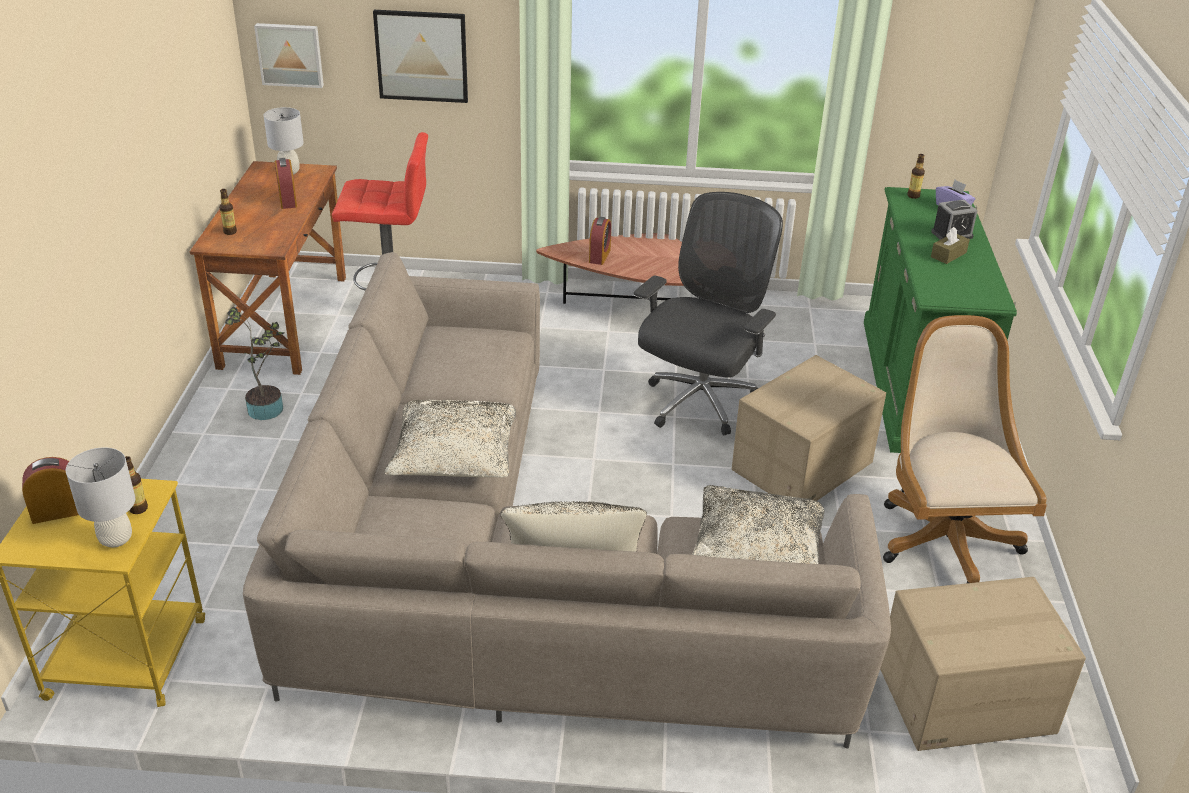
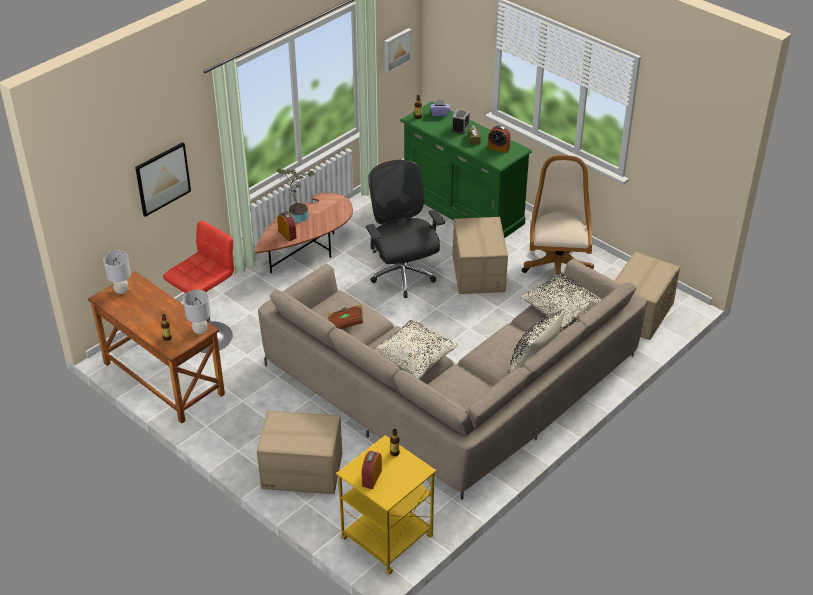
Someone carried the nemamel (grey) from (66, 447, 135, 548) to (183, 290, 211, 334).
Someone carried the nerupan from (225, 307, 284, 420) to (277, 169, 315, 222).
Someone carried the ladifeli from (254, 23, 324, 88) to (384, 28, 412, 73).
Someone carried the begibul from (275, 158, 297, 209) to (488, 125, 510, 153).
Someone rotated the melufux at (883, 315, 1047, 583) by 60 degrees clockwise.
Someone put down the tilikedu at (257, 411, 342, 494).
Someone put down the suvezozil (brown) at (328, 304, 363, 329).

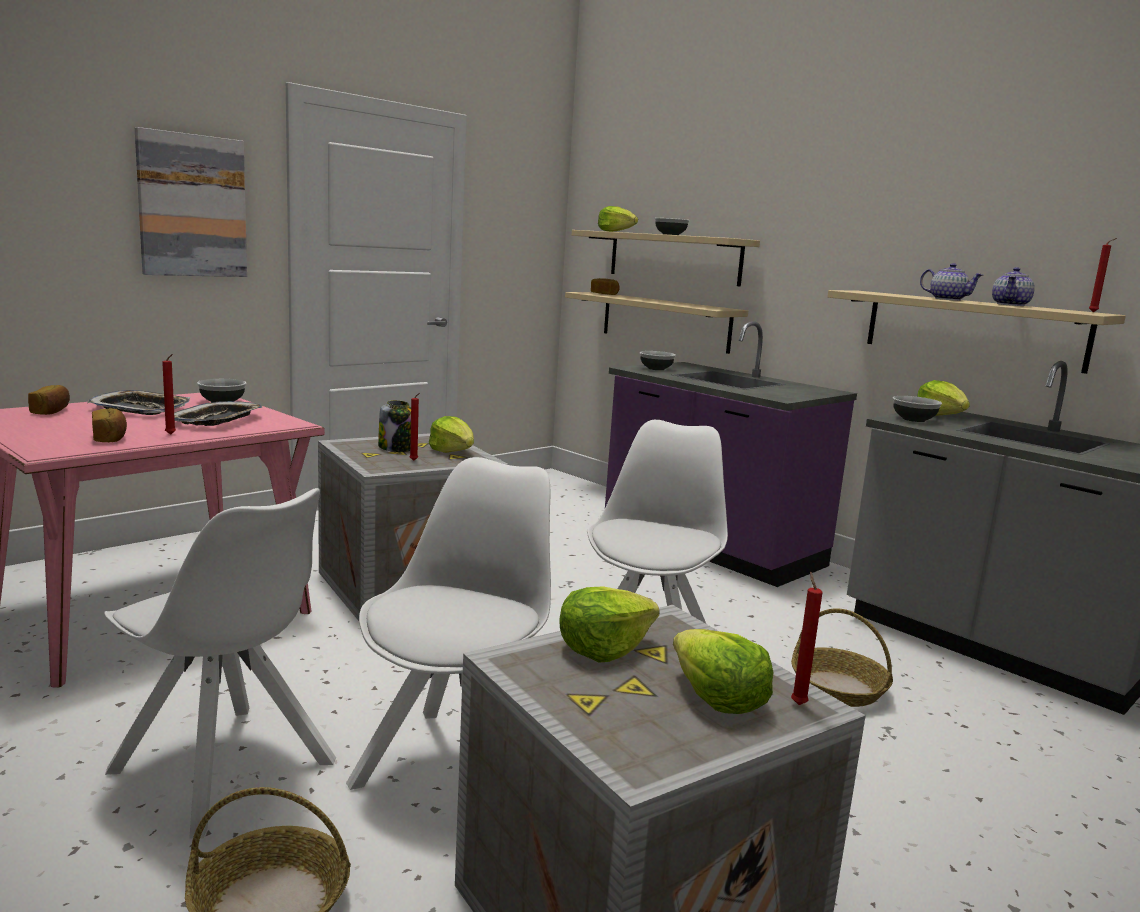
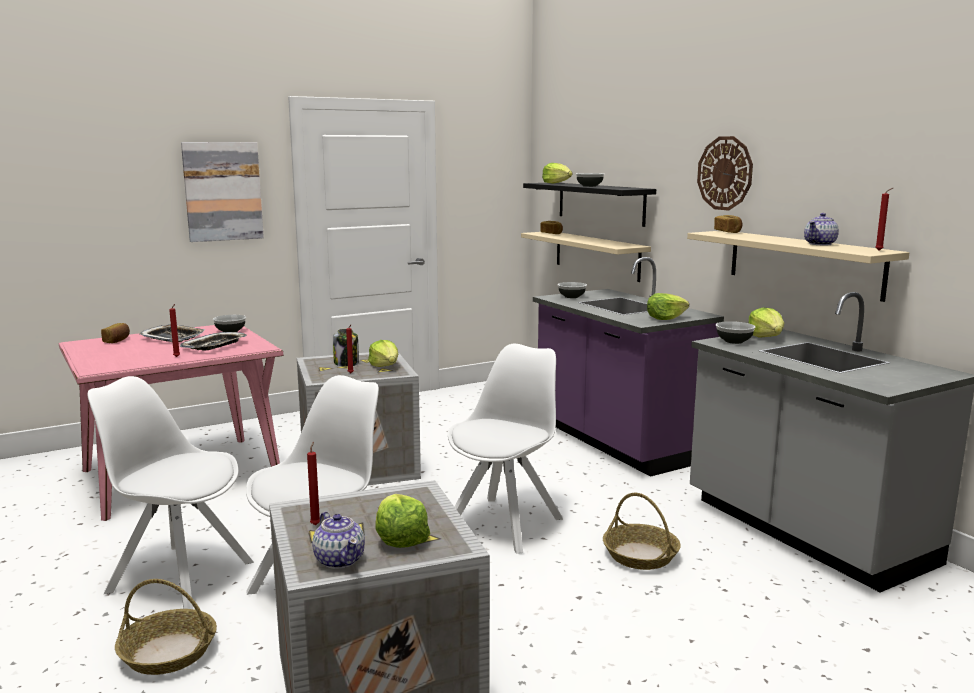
Someone carried the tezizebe from (92, 408, 127, 442) to (714, 215, 742, 233).
Someone rotated the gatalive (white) at (104, 488, 336, 839) by 150 degrees clockwise.
Someone carried the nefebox from (559, 586, 660, 663) to (647, 293, 689, 320).
Someone repainted the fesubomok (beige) at (572, 230, 760, 286), which became the fesubomok (black) at (523, 183, 656, 227).
Someone carried the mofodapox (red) from (791, 571, 823, 705) to (307, 442, 320, 525).
Someone carried the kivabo from (920, 263, 983, 301) to (312, 512, 365, 569).
Someone put up the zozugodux at (697, 136, 753, 211).

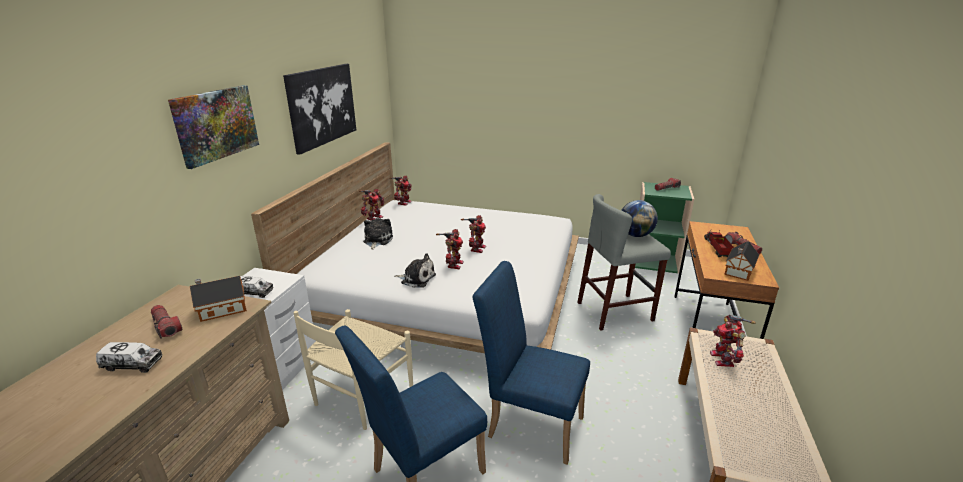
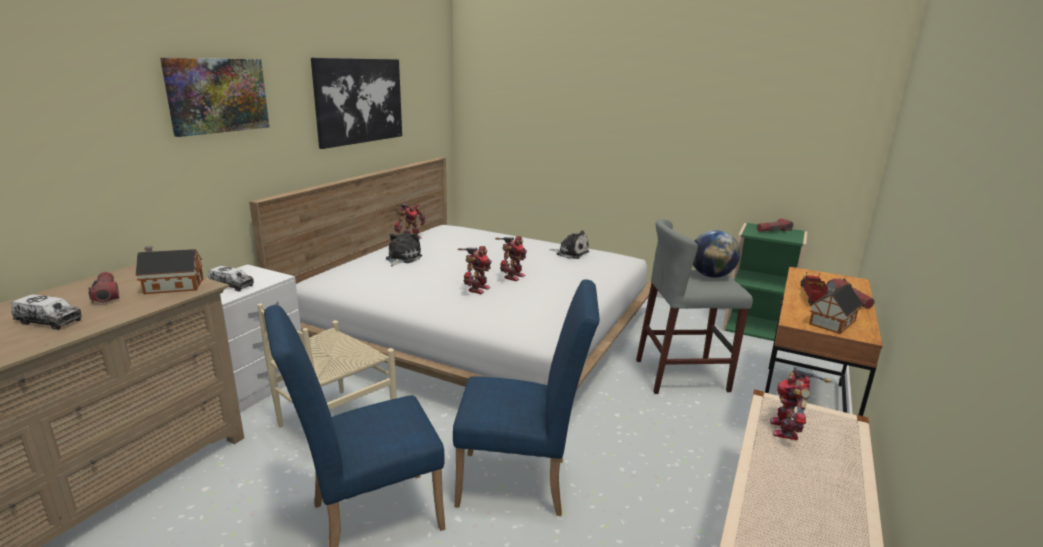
Someone took away the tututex at (390, 176, 412, 206).
Someone carried the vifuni from (394, 253, 436, 288) to (550, 230, 590, 259).
Someone rotated the gatalive (blue) at (472, 261, 590, 465) by 150 degrees clockwise.

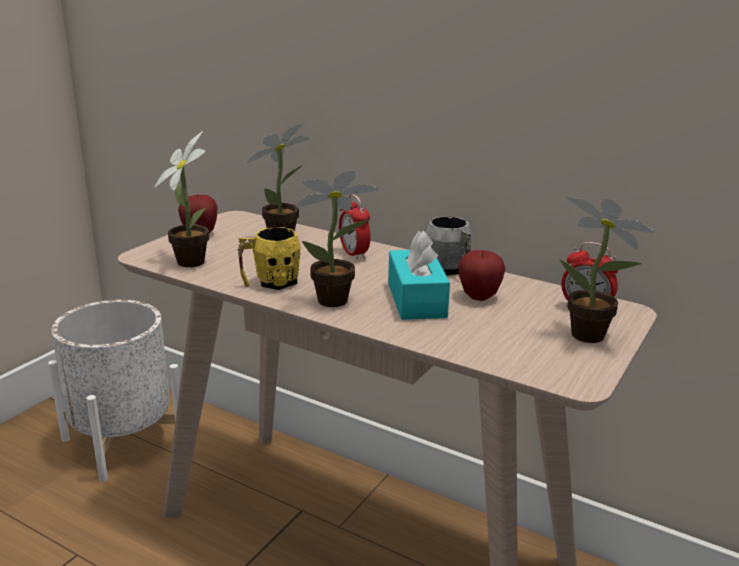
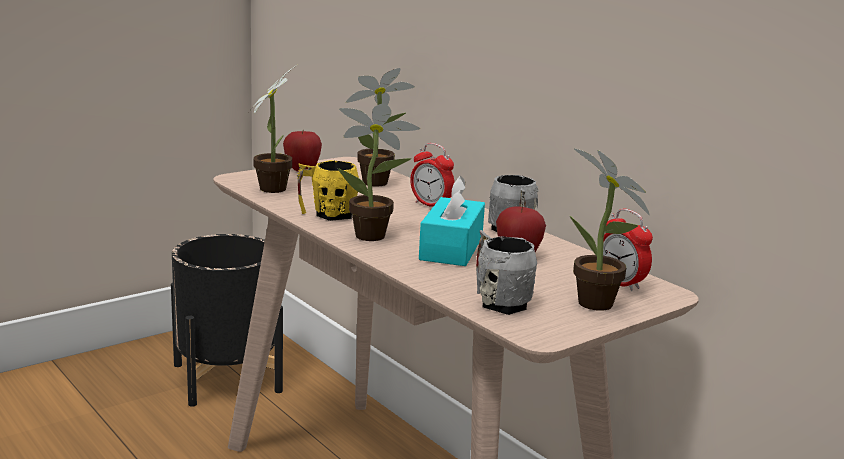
Someone repainted the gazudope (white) at (48, 300, 180, 482), which became the gazudope (black) at (171, 234, 283, 407).
Someone rotated the begibul at (339, 194, 371, 260) by 45 degrees counterclockwise.
Someone put down the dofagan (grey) at (476, 230, 537, 315).

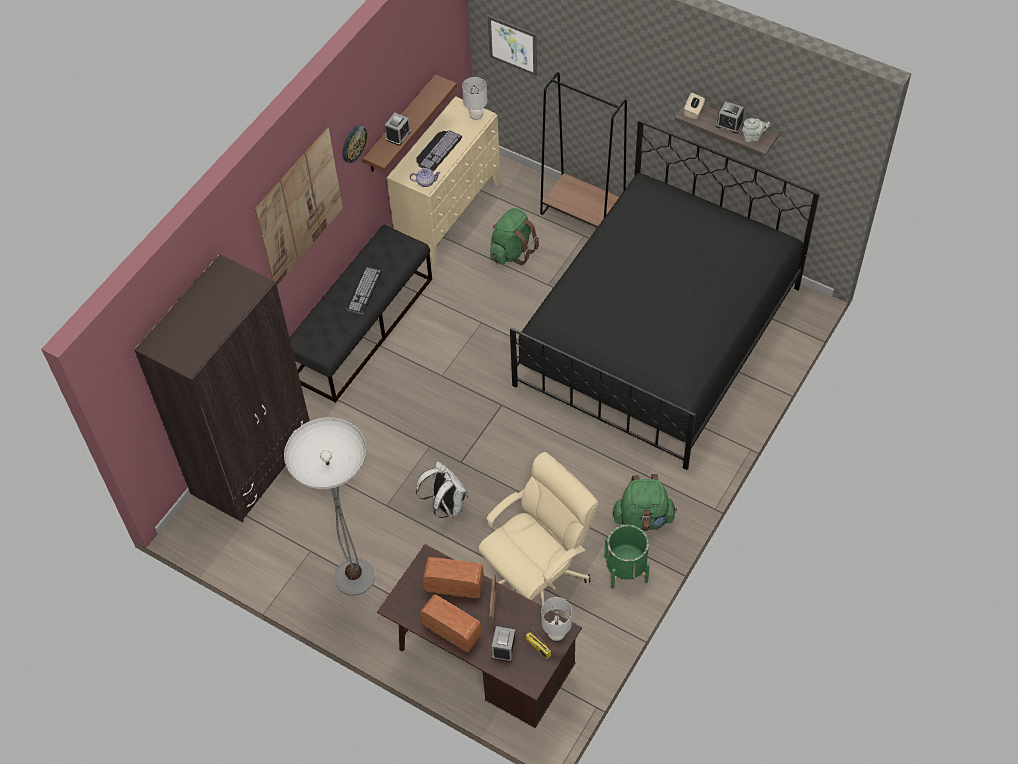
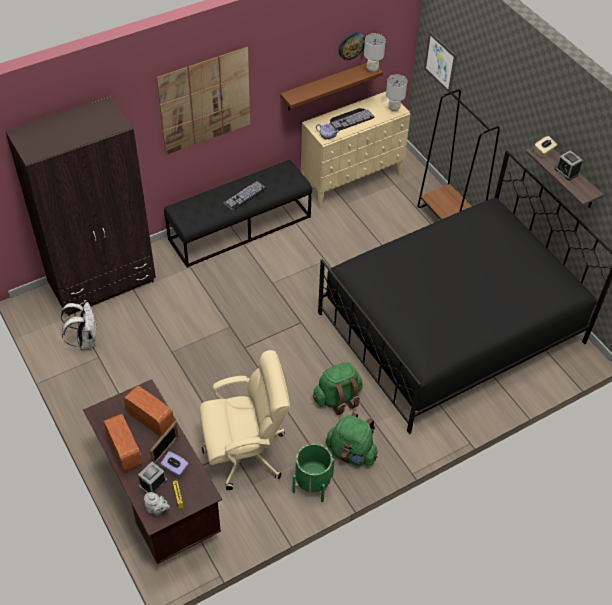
Someone took away the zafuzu at (284, 417, 375, 596).
Someone carried the zozugodux from (343, 125, 367, 163) to (339, 32, 365, 60).
Someone took away the begibul at (385, 113, 411, 146).
Someone carried the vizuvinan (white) from (416, 461, 468, 518) to (61, 302, 97, 349).
Someone carried the vizuvinan (green) from (490, 208, 539, 265) to (313, 362, 363, 415).
Someone carried the nemamel (grey) from (541, 597, 572, 641) to (364, 33, 386, 72).
Someone carried the kivabo (grey) from (742, 118, 770, 142) to (144, 492, 170, 516).
Someone put down the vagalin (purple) at (161, 451, 189, 477).

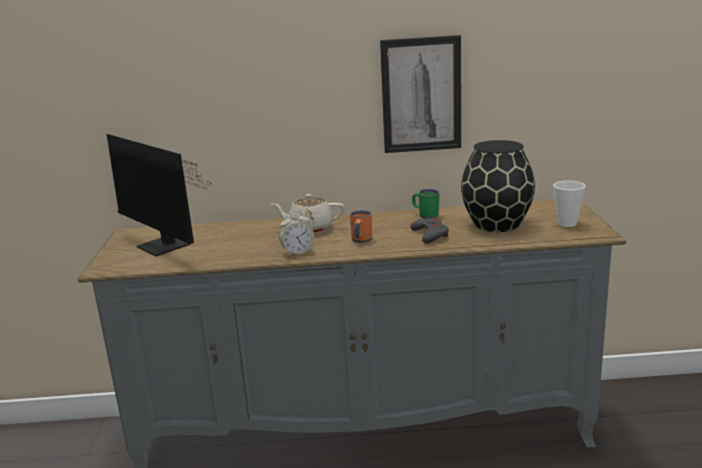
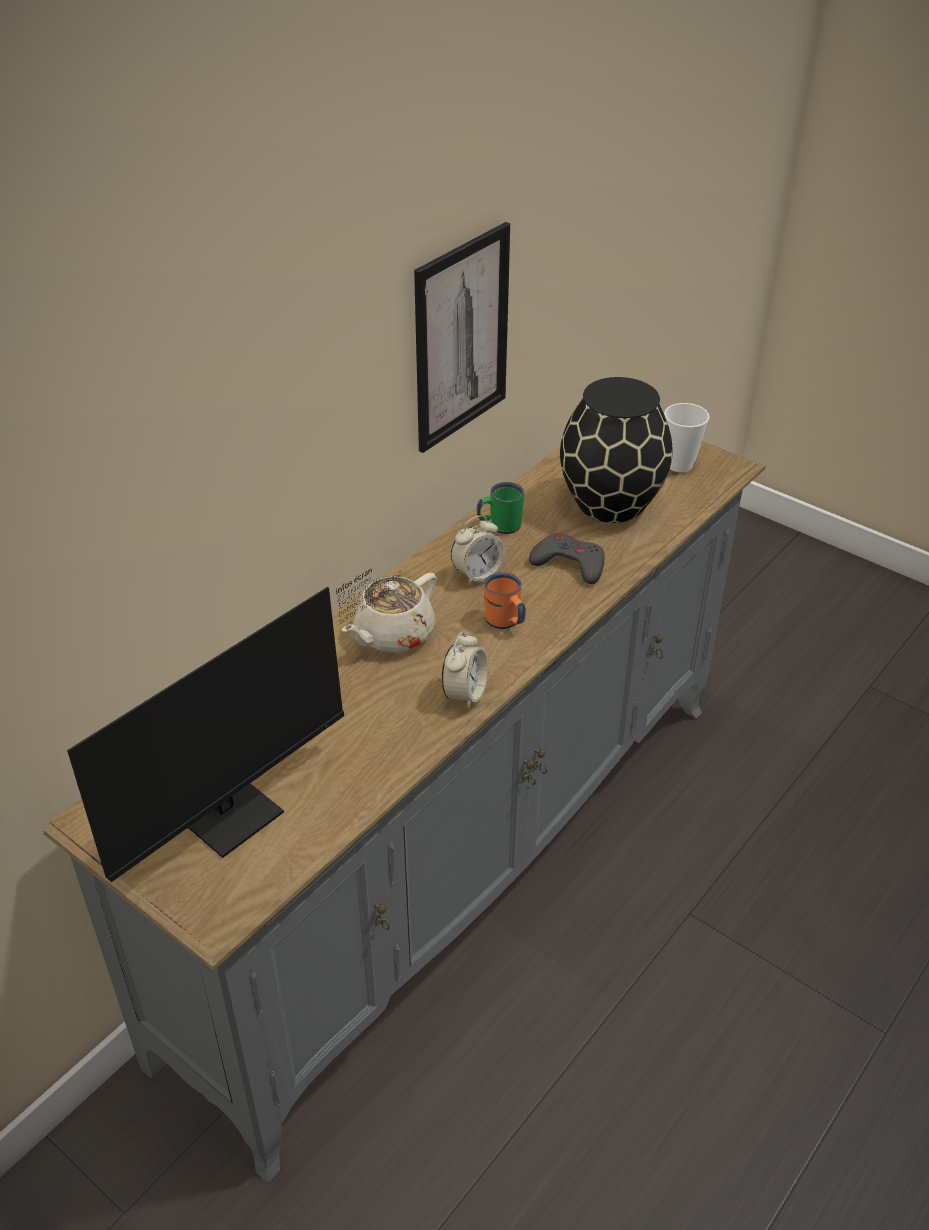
Someone rotated the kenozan at (107, 134, 211, 256) by 45 degrees counterclockwise.
Someone put down the begibul at (451, 515, 506, 585).

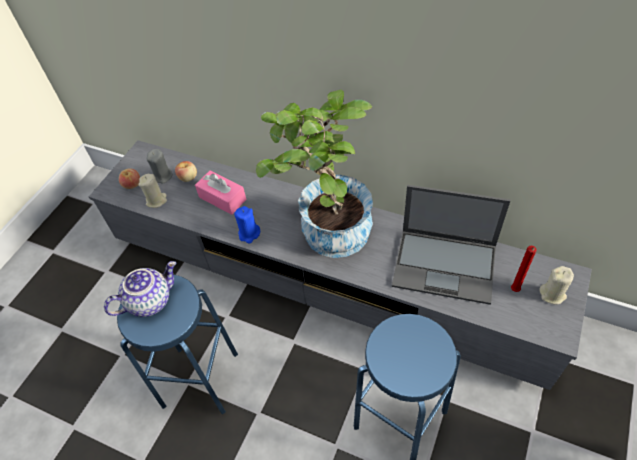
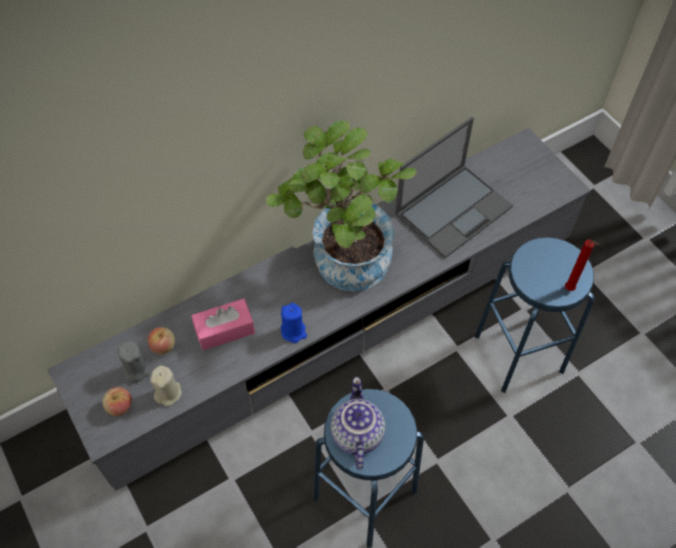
Someone carried the mofodapox (red) from (511, 246, 537, 292) to (565, 240, 599, 291).
Someone took away the mofodapox (beige) at (539, 266, 574, 304).

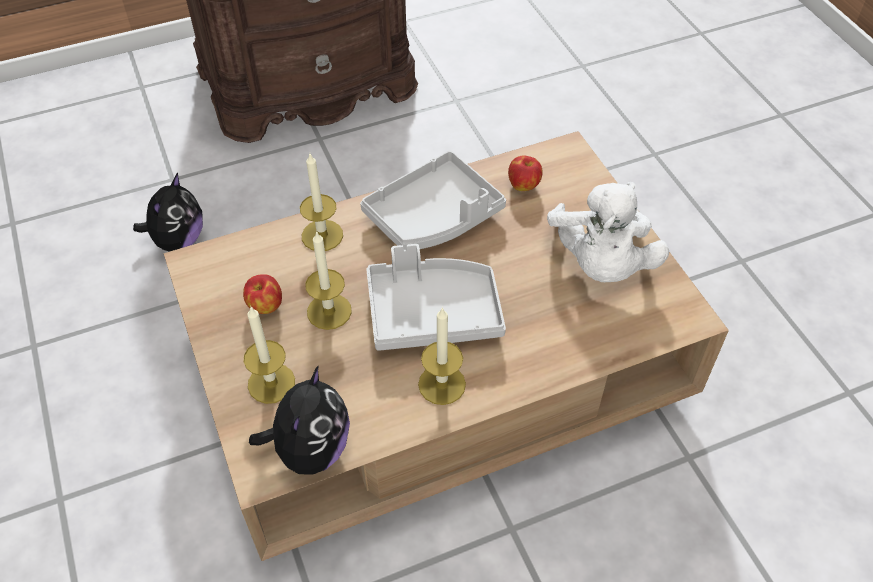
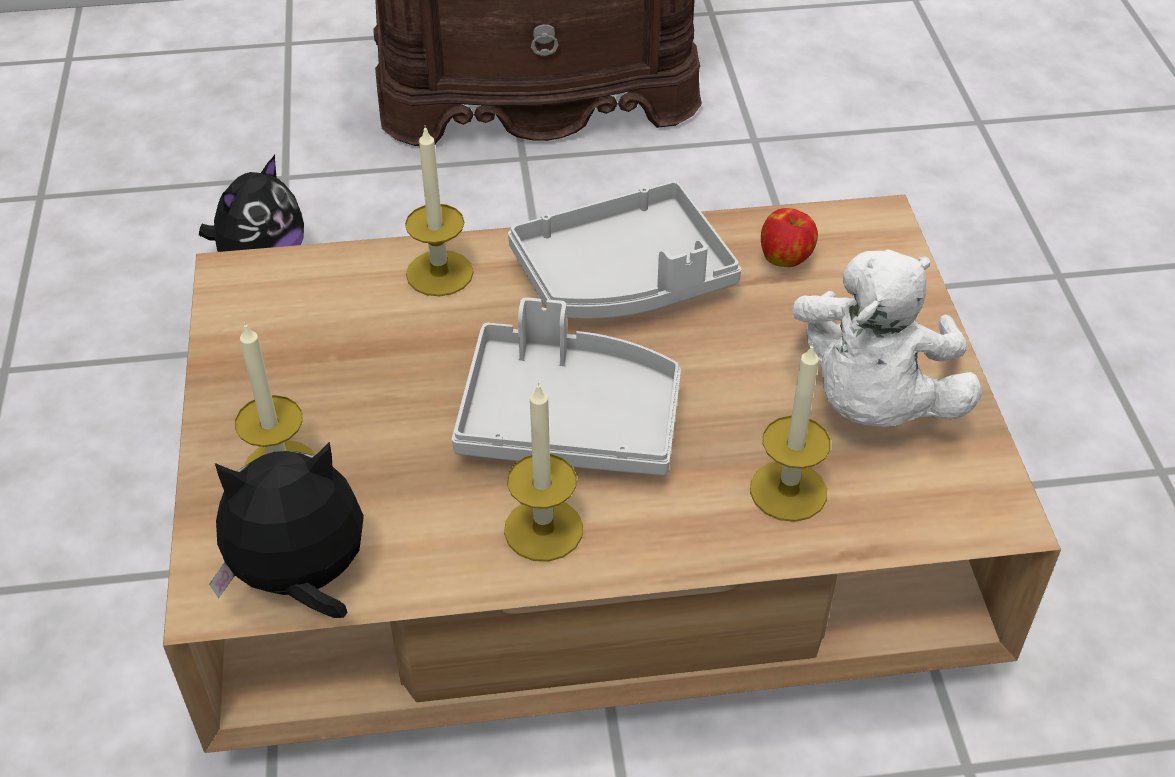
Someone took away the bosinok at (243, 274, 282, 314).
Someone rotated the vifuni at (249, 365, 350, 475) by 135 degrees counterclockwise.
Someone carried the mofodapox from (305, 231, 352, 330) to (750, 343, 831, 522).

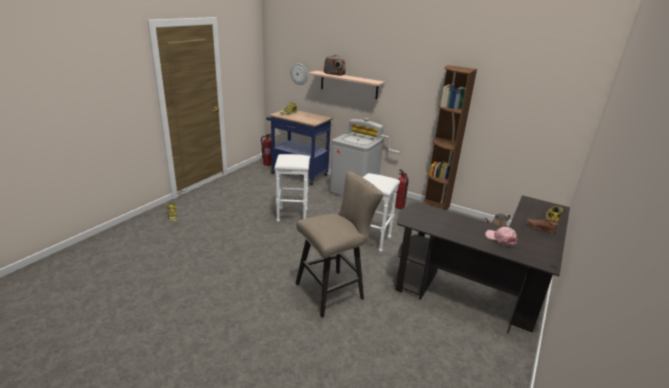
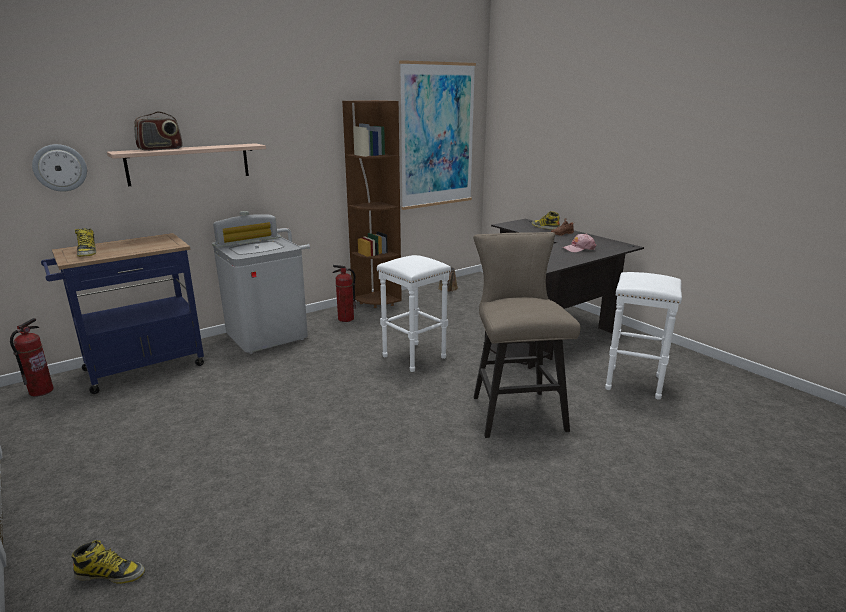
Someone carried the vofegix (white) from (274, 154, 310, 222) to (605, 272, 682, 400).
Someone put up the ladifeli at (399, 60, 476, 210).

